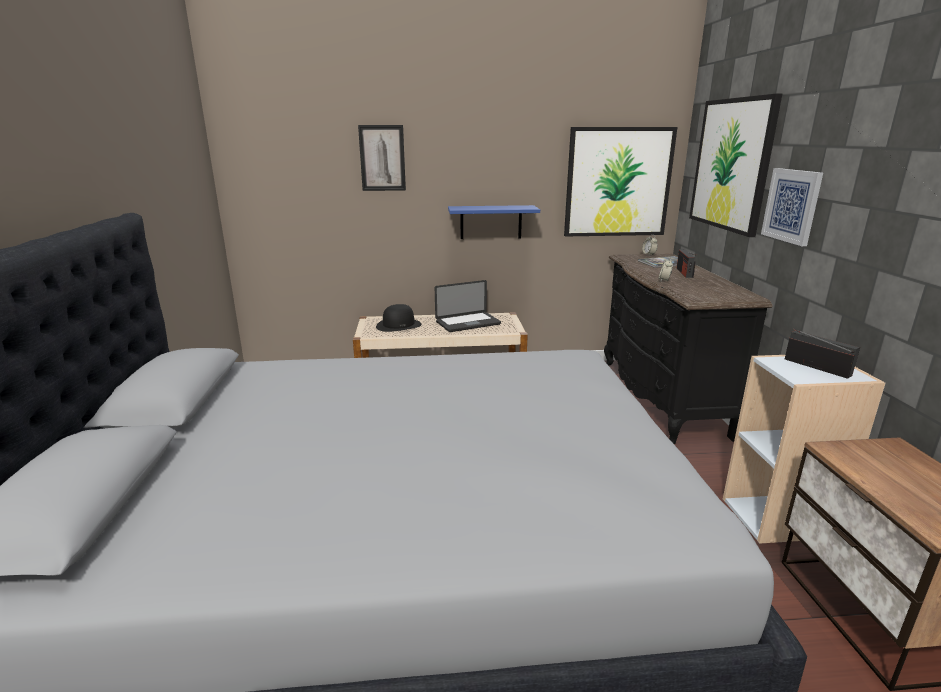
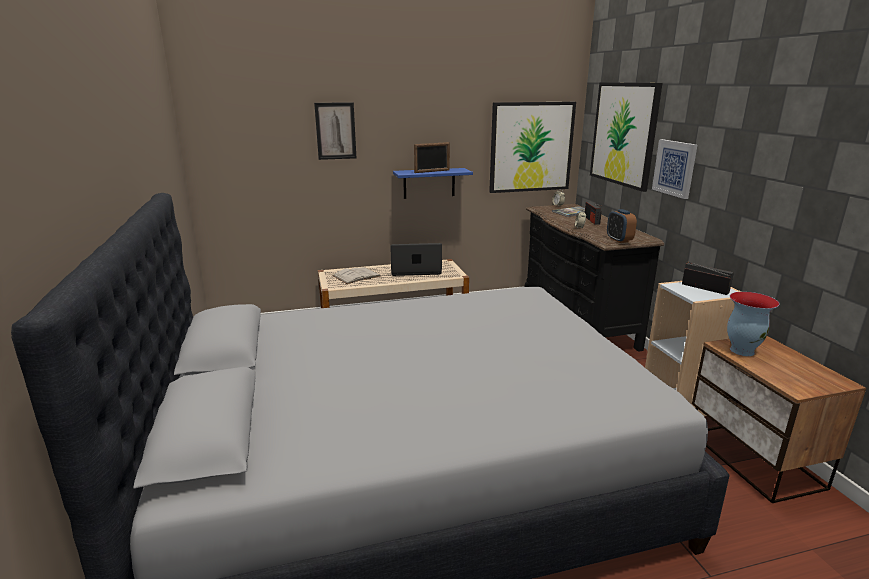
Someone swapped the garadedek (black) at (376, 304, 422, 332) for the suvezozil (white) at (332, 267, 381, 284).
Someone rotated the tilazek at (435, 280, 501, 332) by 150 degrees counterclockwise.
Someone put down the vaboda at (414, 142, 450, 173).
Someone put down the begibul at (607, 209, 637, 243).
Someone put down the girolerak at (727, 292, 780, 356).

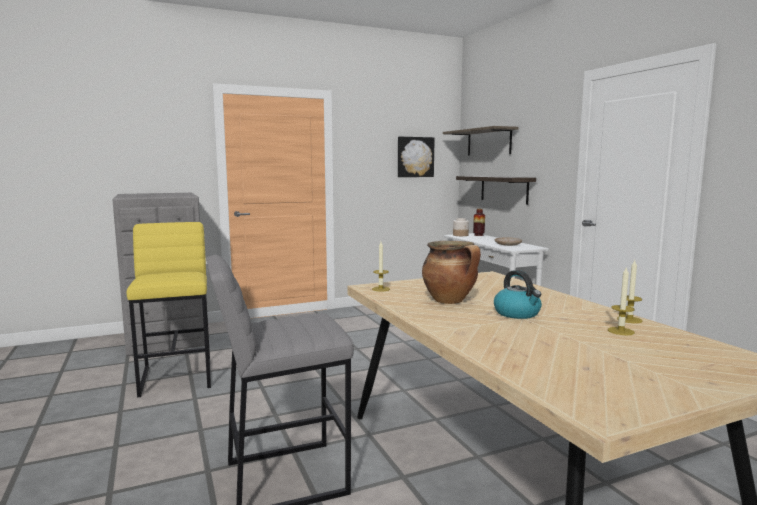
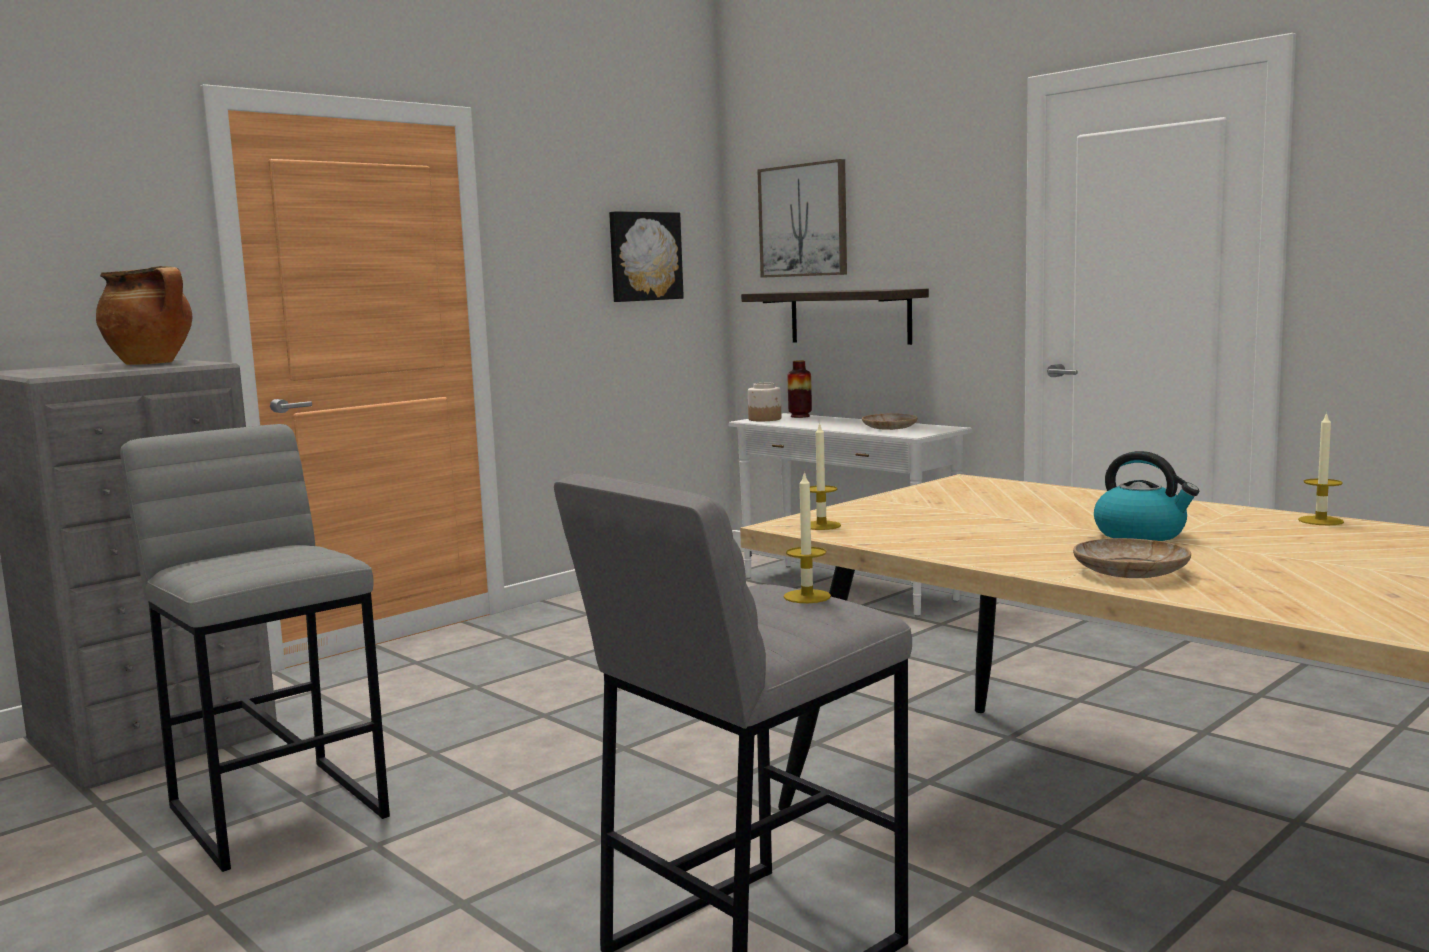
Someone repainted the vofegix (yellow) at (127, 222, 211, 397), which became the vofegix (grey) at (120, 424, 390, 872).
Someone carried the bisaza from (422, 241, 481, 304) to (96, 266, 193, 365).
Someone swapped the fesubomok at (443, 126, 519, 156) for the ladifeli at (757, 159, 847, 278).
Someone carried the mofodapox from (608, 266, 635, 335) to (784, 471, 831, 603).
Someone put down the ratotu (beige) at (1073, 538, 1191, 578).

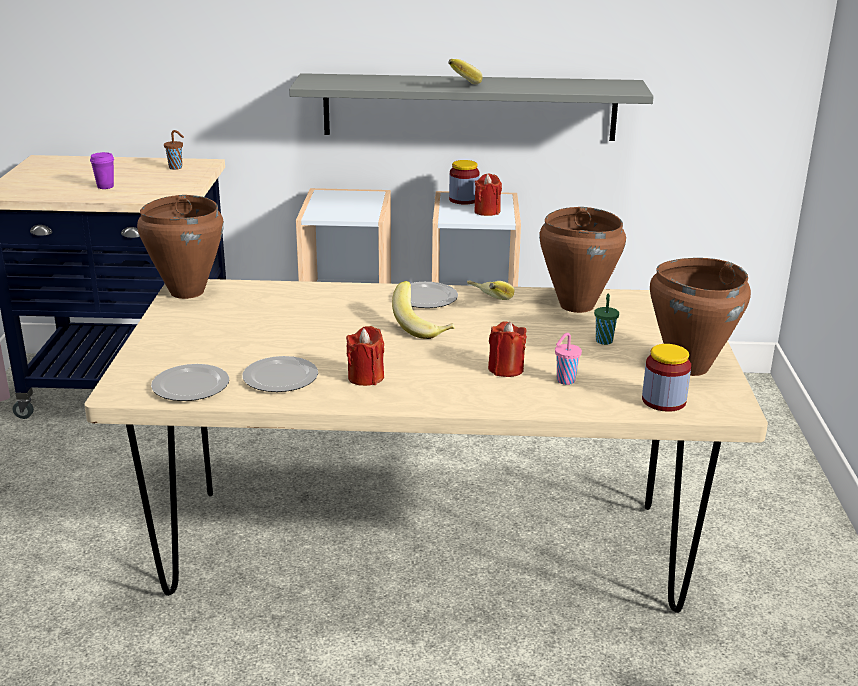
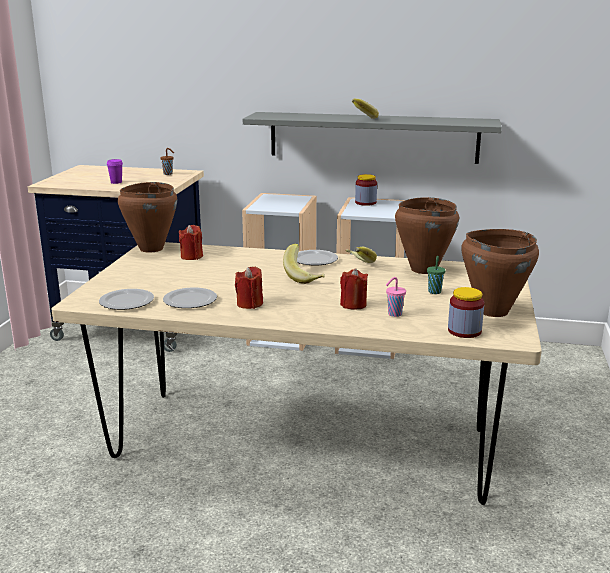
Someone carried the mofodapox (red) from (474, 174, 502, 216) to (179, 225, 203, 260).

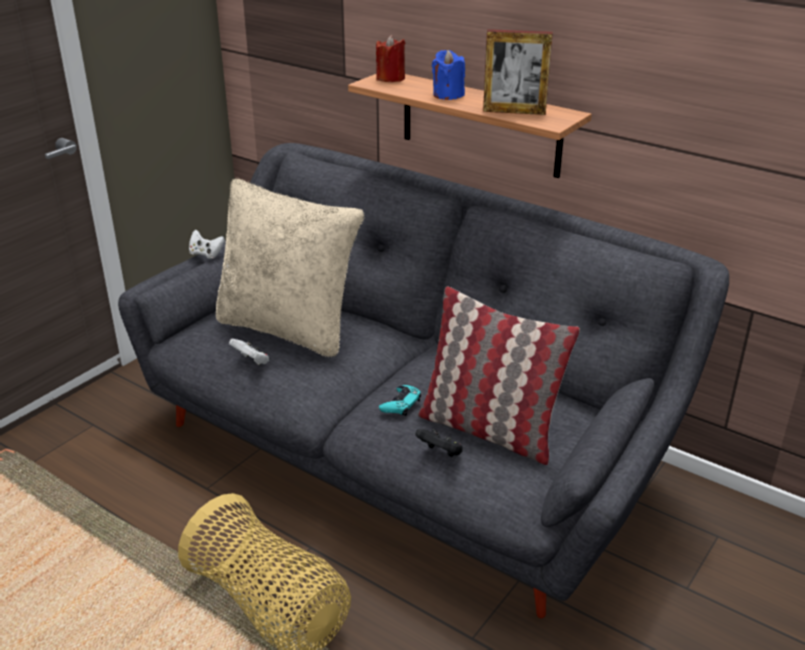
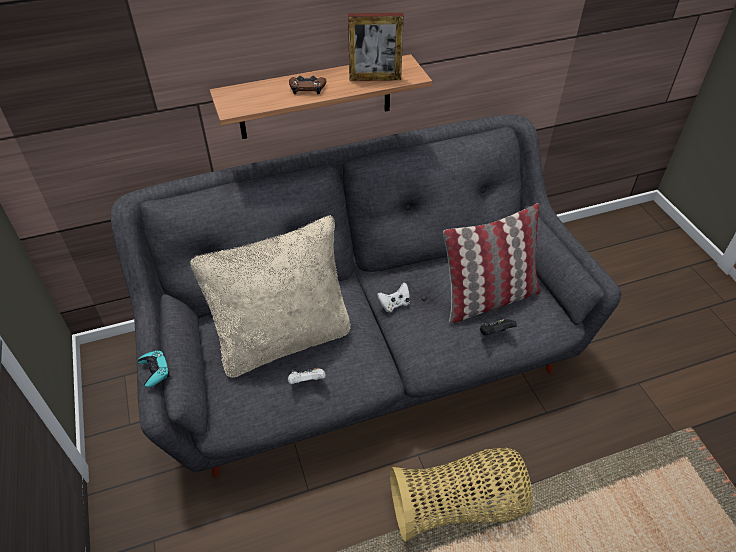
Someone carried the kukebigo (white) from (189, 230, 225, 259) to (377, 282, 410, 312).
Someone took away the mofodapox (red) at (376, 35, 405, 82).
Someone carried the kukebigo (turquoise) from (379, 385, 421, 416) to (138, 351, 170, 388).
Someone swapped the mofodapox (blue) at (432, 50, 465, 100) for the kukebigo (brown) at (289, 76, 326, 94).
Someone rotated the vaboda at (483, 29, 553, 115) by 45 degrees clockwise.

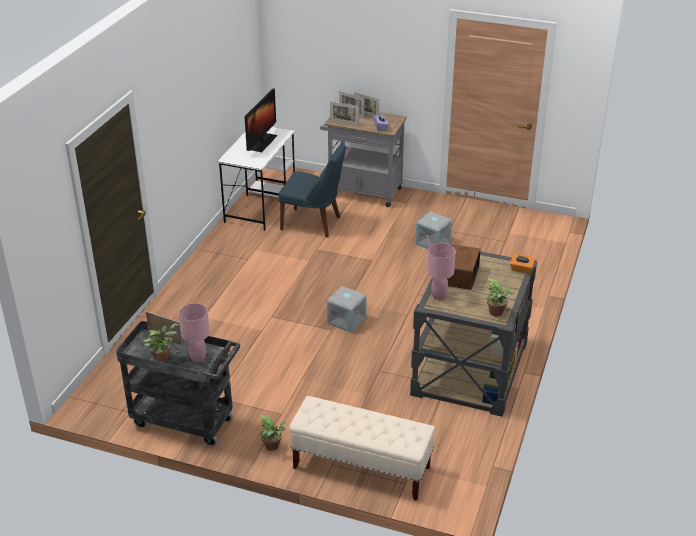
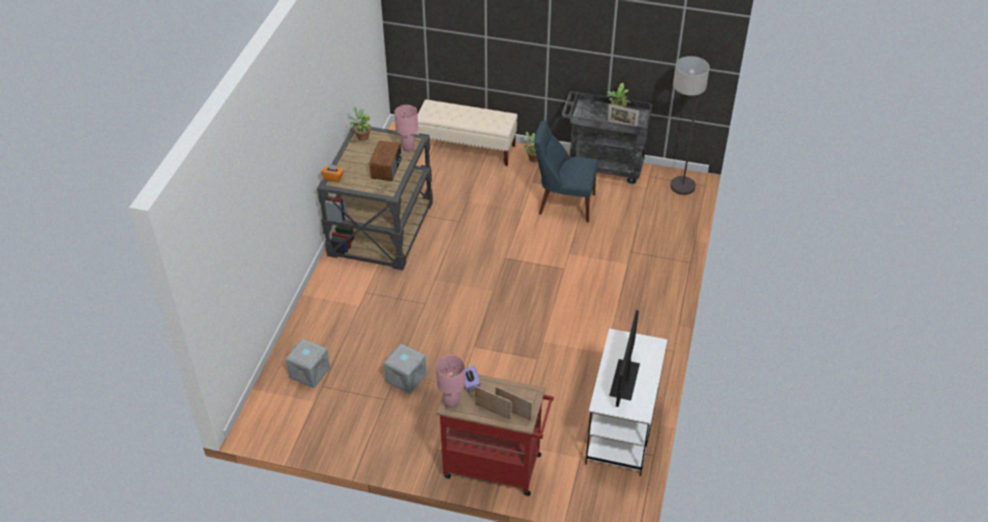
Someone carried the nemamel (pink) from (179, 303, 210, 362) to (436, 355, 465, 408).
Someone carried the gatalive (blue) from (279, 143, 346, 238) to (534, 121, 598, 222).
Someone repainted the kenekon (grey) at (320, 112, 407, 207), which became the kenekon (red) at (437, 372, 554, 496).
Someone carried the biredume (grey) from (327, 286, 367, 333) to (286, 339, 330, 388).
Someone took away the vaboda at (330, 101, 359, 126).
Someone put down the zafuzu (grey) at (670, 56, 710, 195).

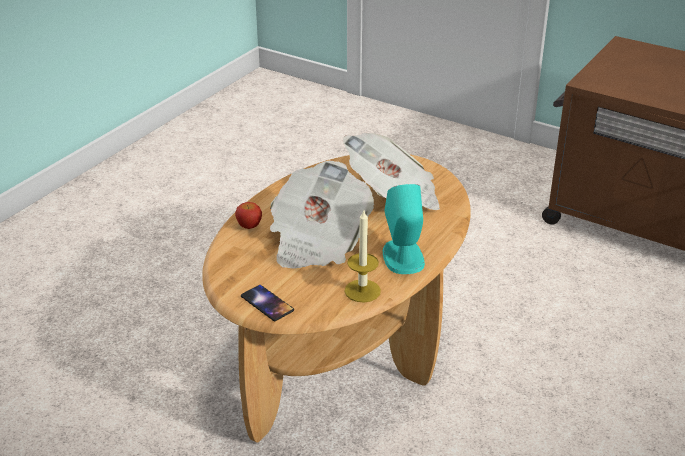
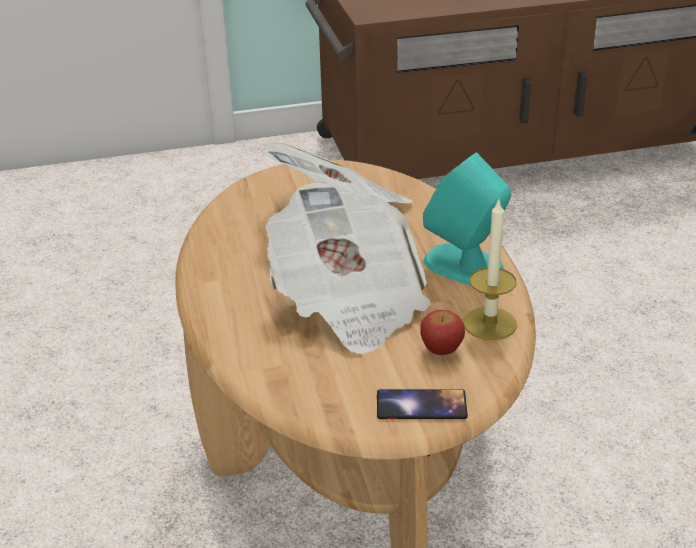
Someone carried the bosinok from (235, 202, 262, 229) to (420, 310, 465, 355).

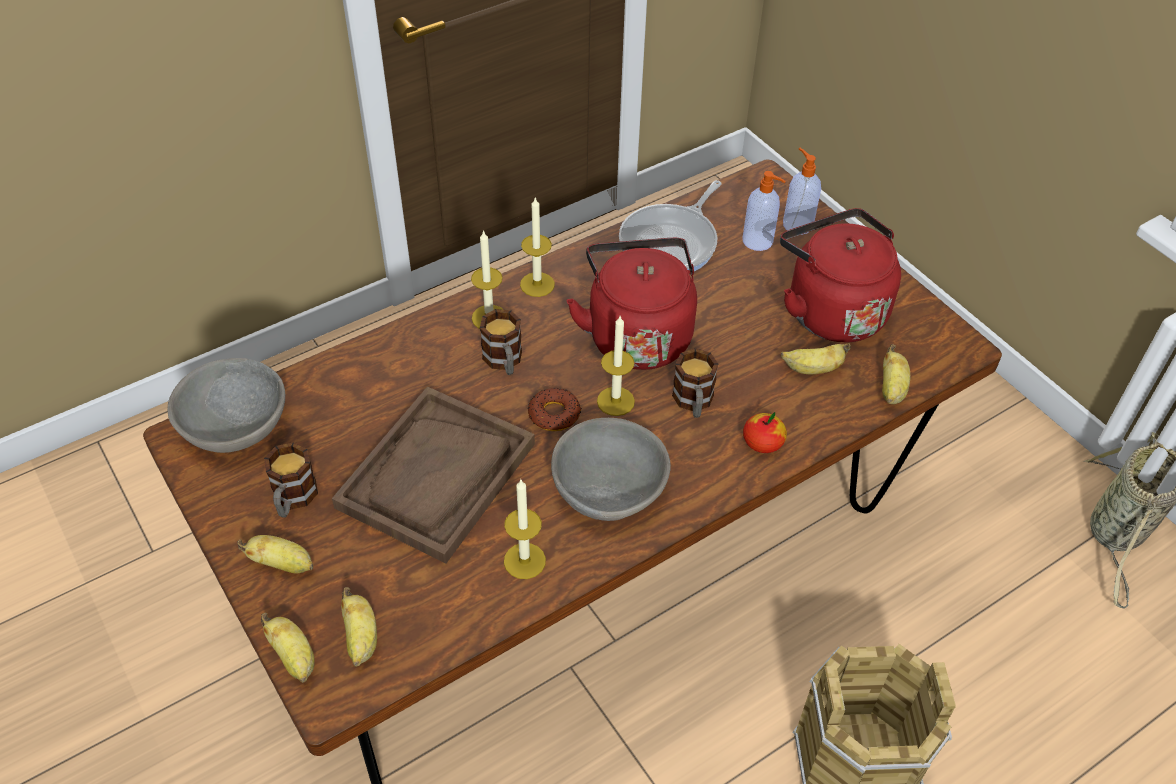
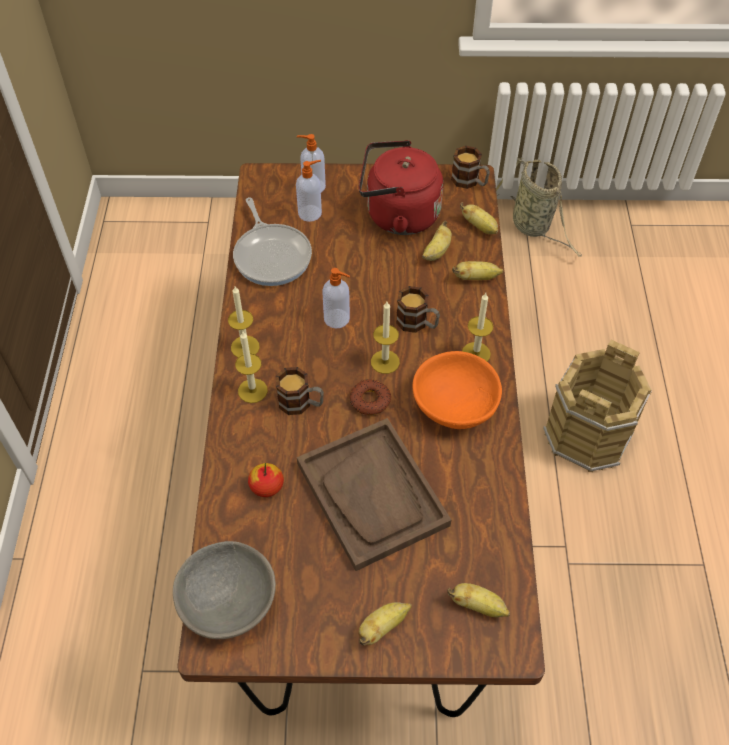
Someone carried the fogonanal from (261, 613, 315, 683) to (452, 261, 504, 280).
Someone carried the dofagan from (264, 442, 318, 518) to (451, 146, 490, 189).
Someone carried the mofodapox from (504, 480, 546, 579) to (462, 293, 493, 361).
Someone repainted the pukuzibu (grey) at (551, 418, 671, 521), which became the pukuzibu (orange) at (413, 351, 502, 429).
Someone swapped the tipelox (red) at (566, 238, 697, 370) for the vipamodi at (322, 268, 350, 329).
Someone carried the bosinok from (743, 412, 787, 453) to (248, 463, 284, 497).

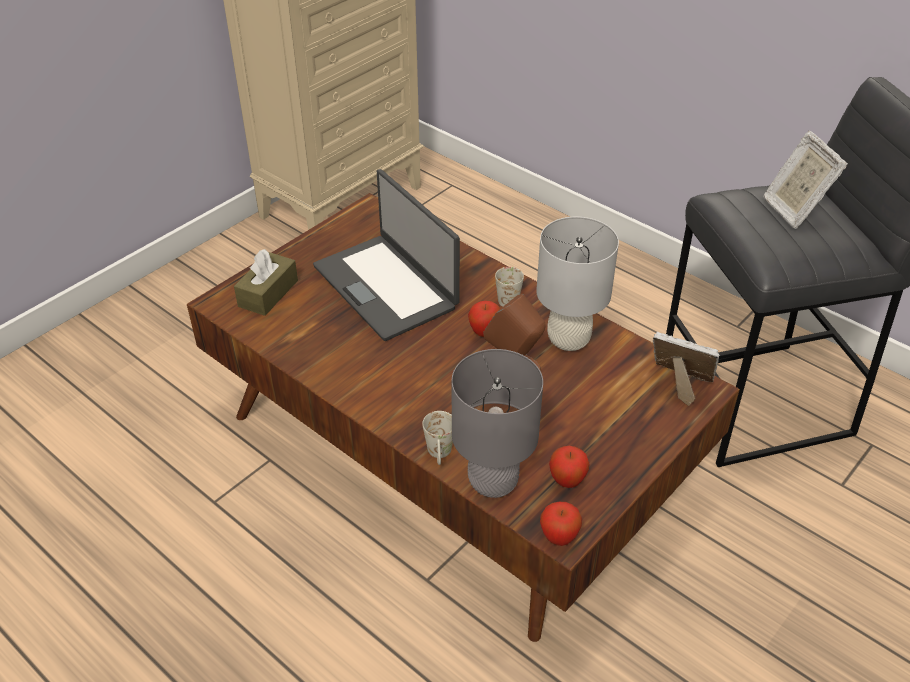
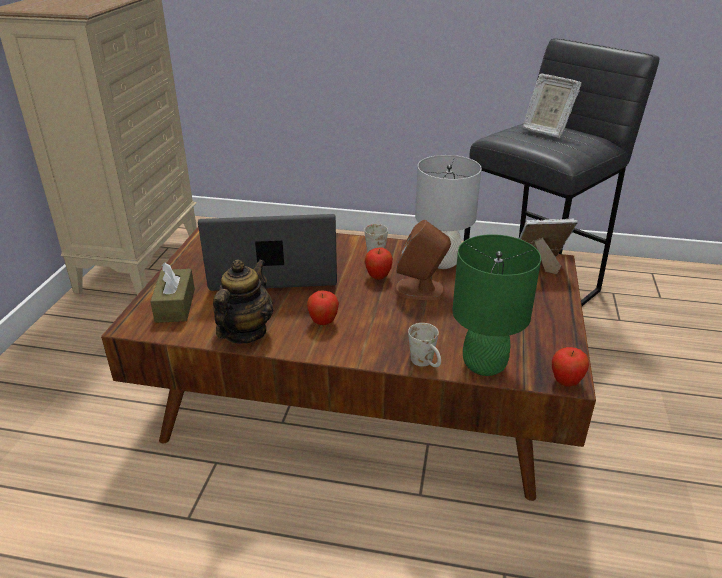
Someone rotated the tilazek at (313, 169, 460, 341) by 150 degrees clockwise.
Someone repainted the nemamel (grey) at (452, 349, 543, 498), which became the nemamel (green) at (452, 234, 541, 376).
Someone carried the bosinok from (549, 446, 589, 488) to (307, 291, 339, 325).
Someone put down the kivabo at (213, 260, 274, 344).

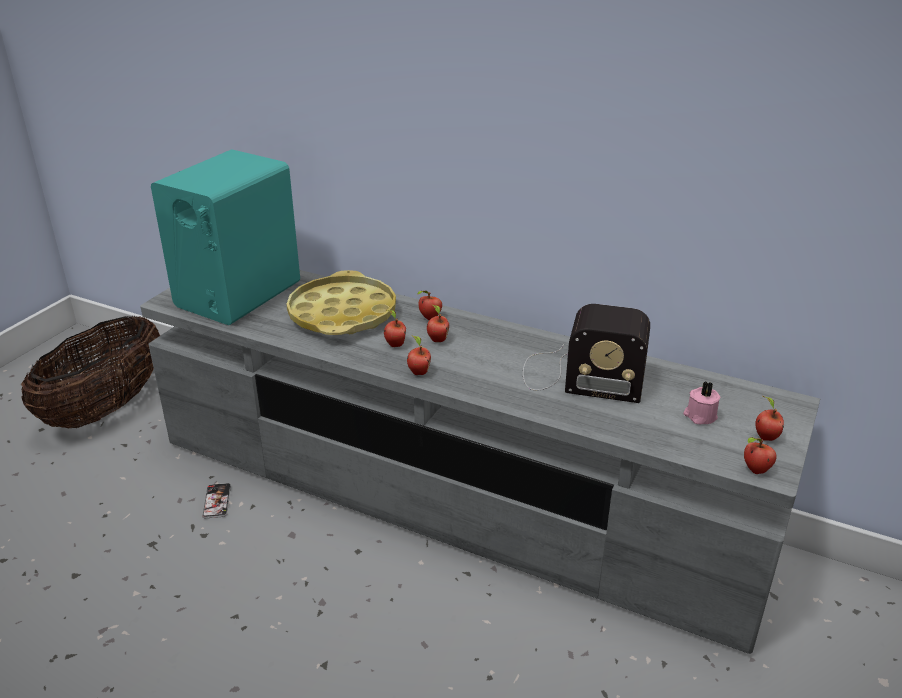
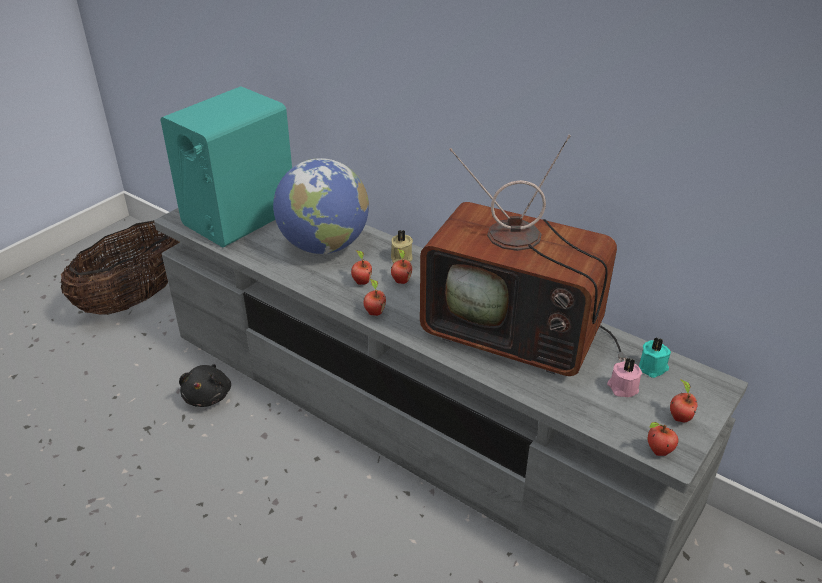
Someone swapped the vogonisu at (202, 483, 231, 518) for the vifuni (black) at (179, 364, 231, 407).
Someone swapped the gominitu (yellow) at (286, 270, 396, 335) for the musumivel at (273, 158, 369, 254).
Someone swapped the bosinok at (418, 291, 442, 320) for the mofodapox (beige) at (391, 230, 413, 264).
Someone swapped the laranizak at (523, 304, 650, 403) for the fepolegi at (420, 135, 627, 376).
Someone put down the mofodapox (turquoise) at (639, 337, 671, 378).

